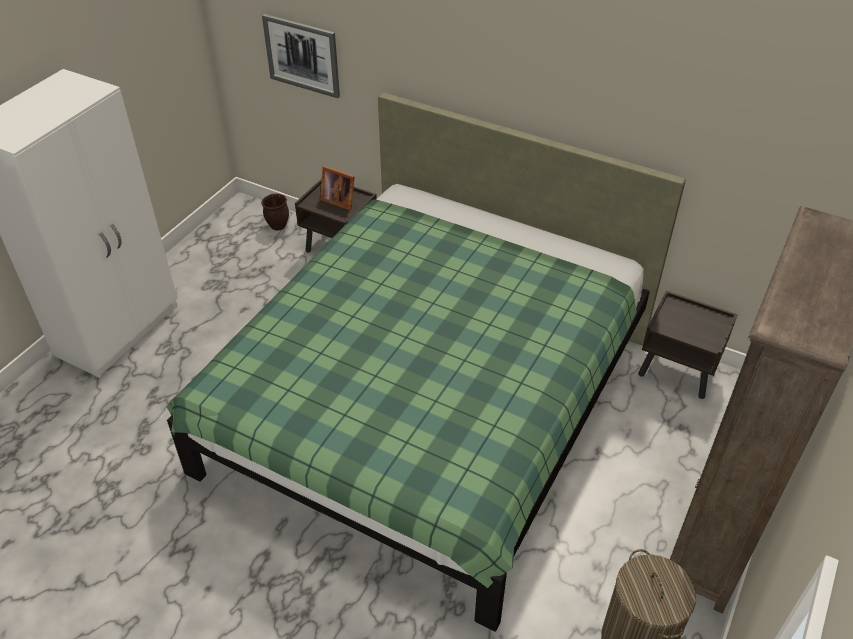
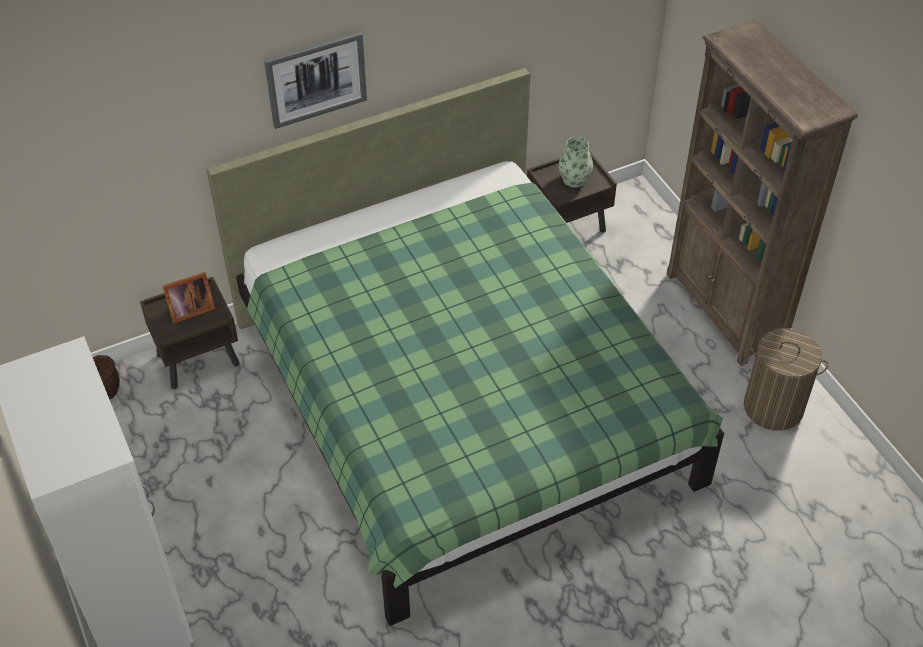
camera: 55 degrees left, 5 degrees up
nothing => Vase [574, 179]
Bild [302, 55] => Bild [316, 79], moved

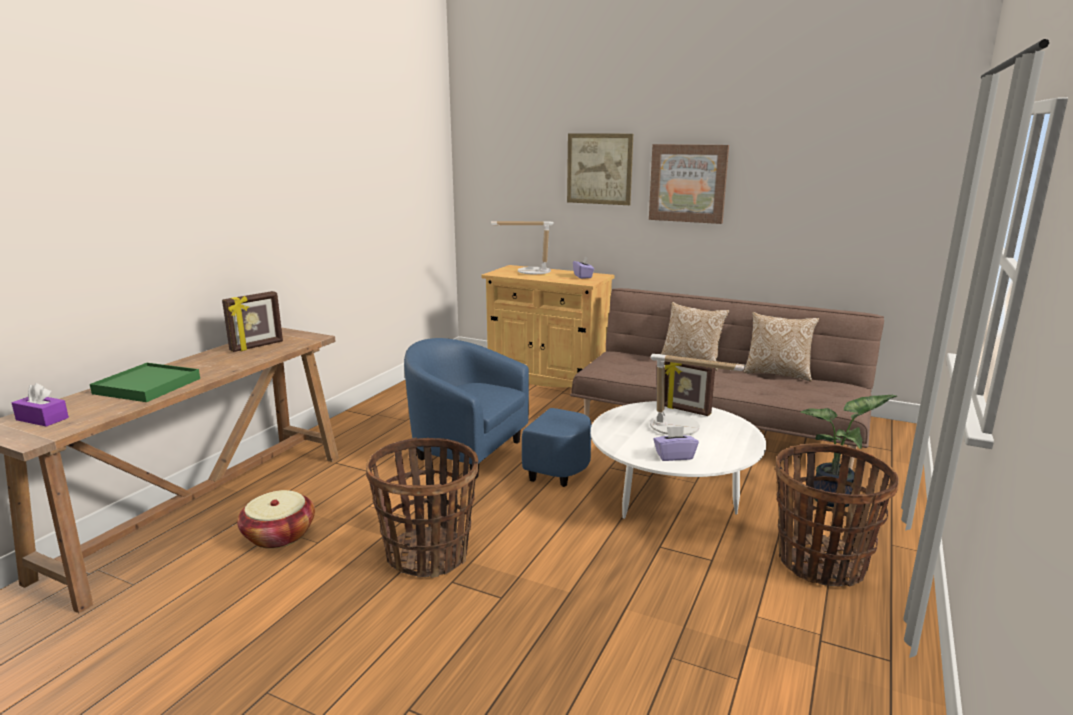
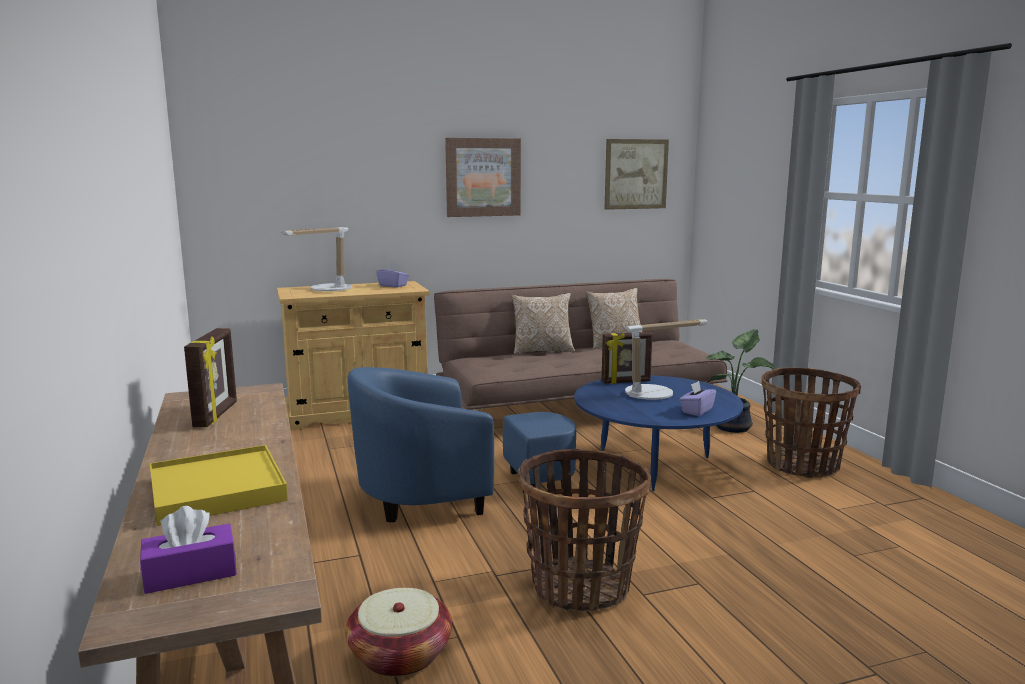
camera: 45 degrees left, 5 degrees down
Bild [599, 169] => Bild [636, 174], moved
Tablett/grün [148, 386] => Tablett/gelb [217, 489]
Couchtisch/weiß [672, 499] => Couchtisch/blau [654, 465]

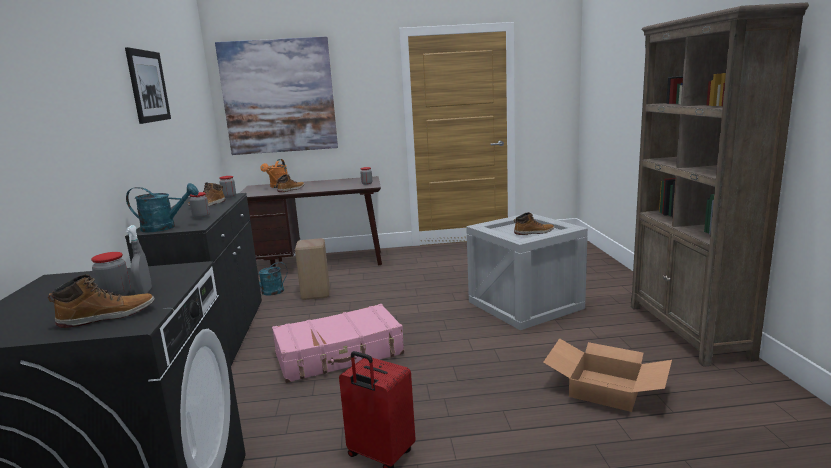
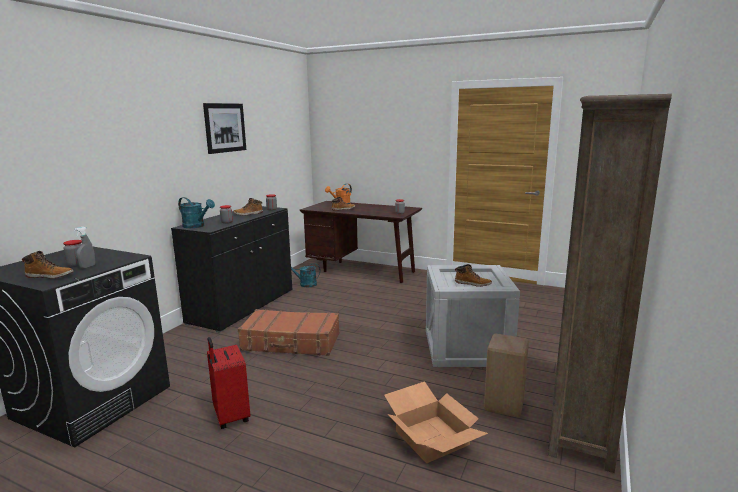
camera: 30 degrees right, 0 degrees up
Bild [279, 96] => nothing
Hocker/beige [315, 295] => Hocker/beige [502, 406], moved
Koffer/rosa [340, 355] => Koffer/braun [291, 342]

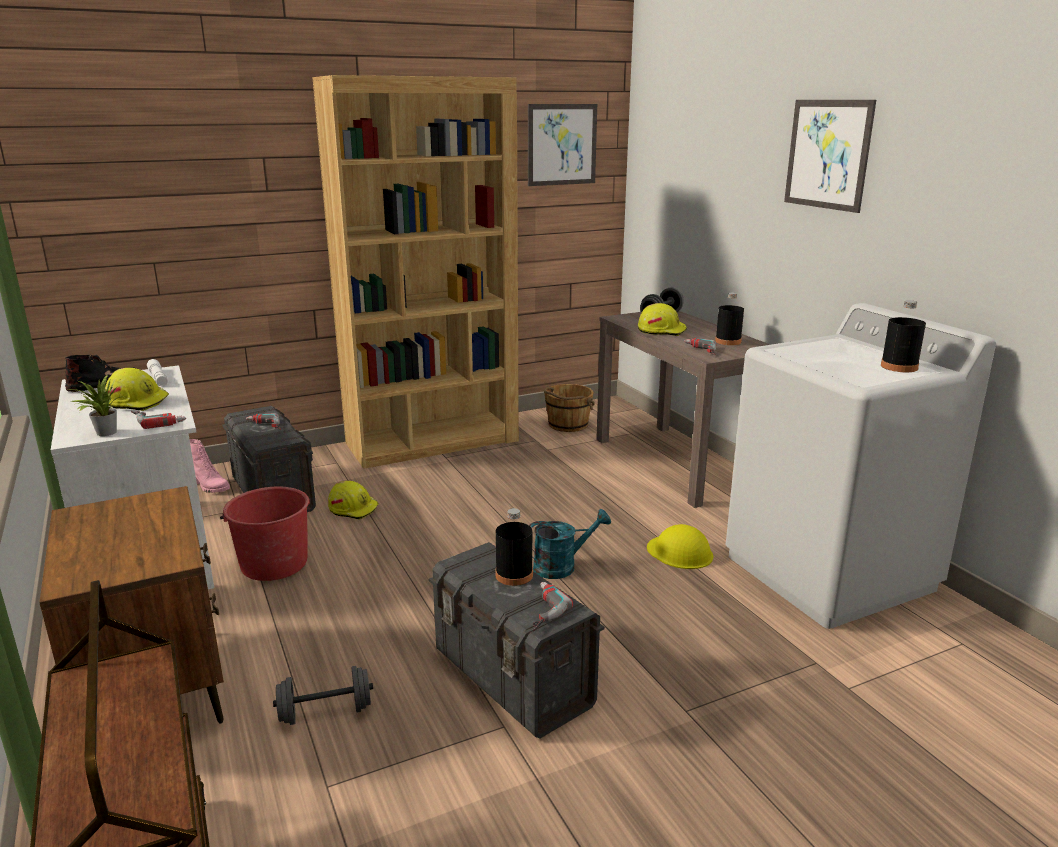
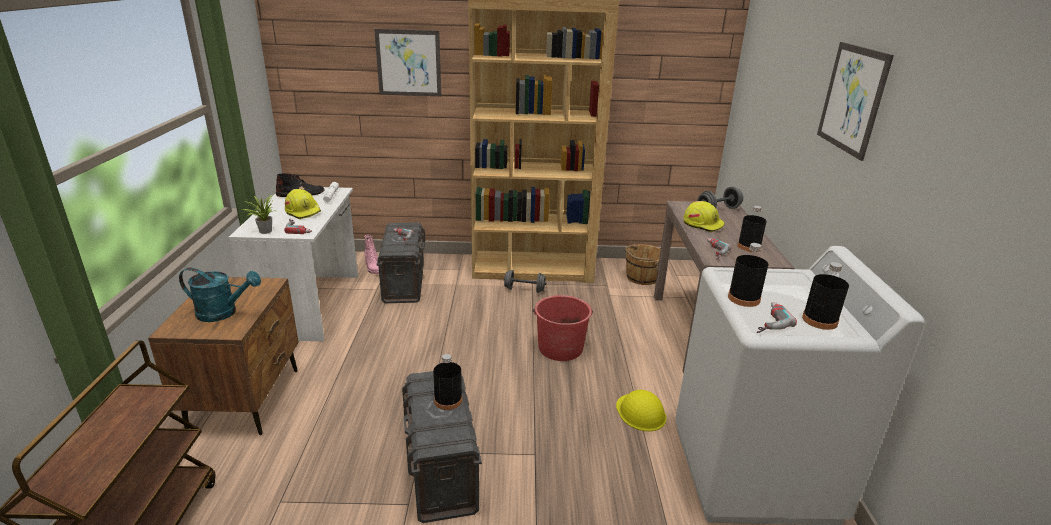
camera: 25 degrees right, 5 degrees up
Schutzhelm/gelb [353, 508] => nothing
nothing => Flasche/schwarz [744, 298]
Eimer/rot [274, 563] => Eimer/rot [560, 348], moved
Hantel/grau [325, 712] => Hantel/grau [524, 290], moved
Bild [562, 144] => Bild [408, 63], moved
Gießkanne/türkis [562, 566] => Gießkanne/türkis [223, 313], moved
Bohrmaschine [539, 610] => Bohrmaschine [765, 321], moved

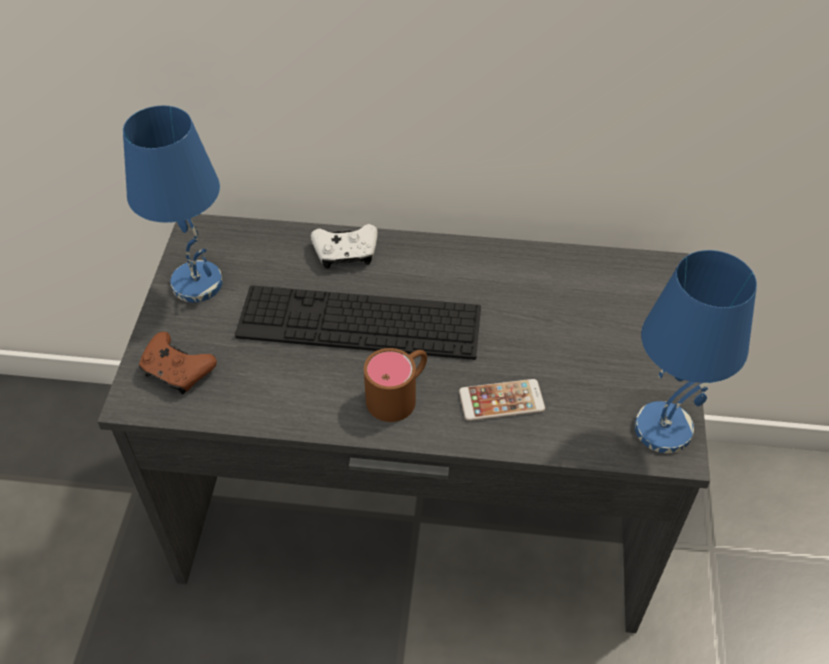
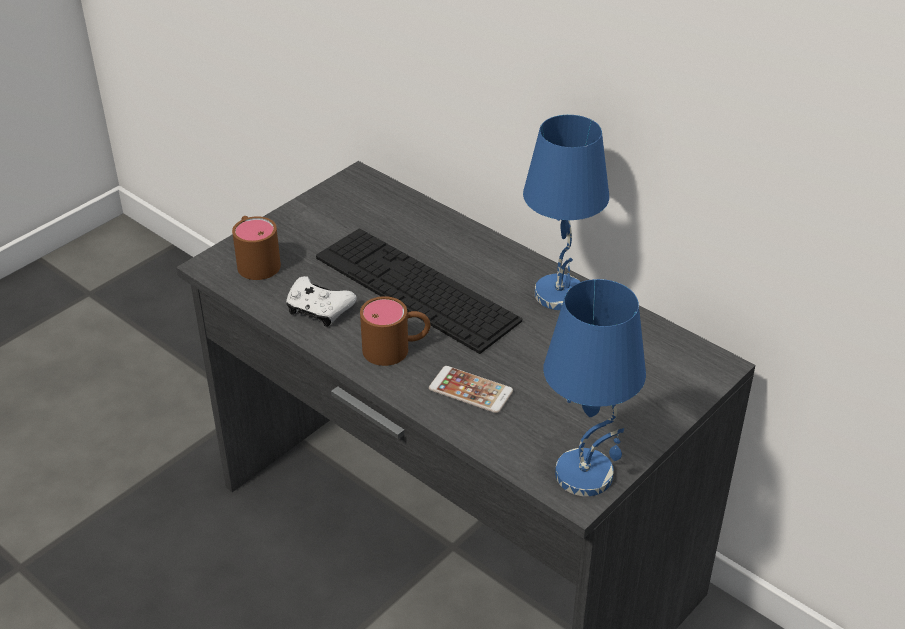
camera: 35 degrees right, 10 degrees down
Tischlampe/blau [199, 283] => Tischlampe/blau [560, 295], moved
Gamepad/weiß [346, 253] => Gamepad/weiß [318, 310], moved
Gamepad/braun [177, 371] => Henkelbecher/braun [255, 260]

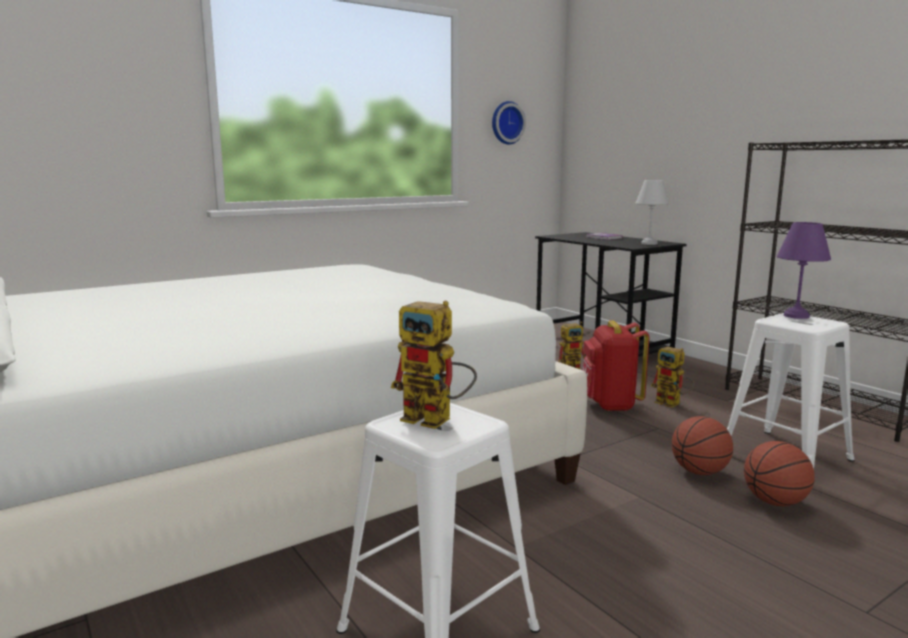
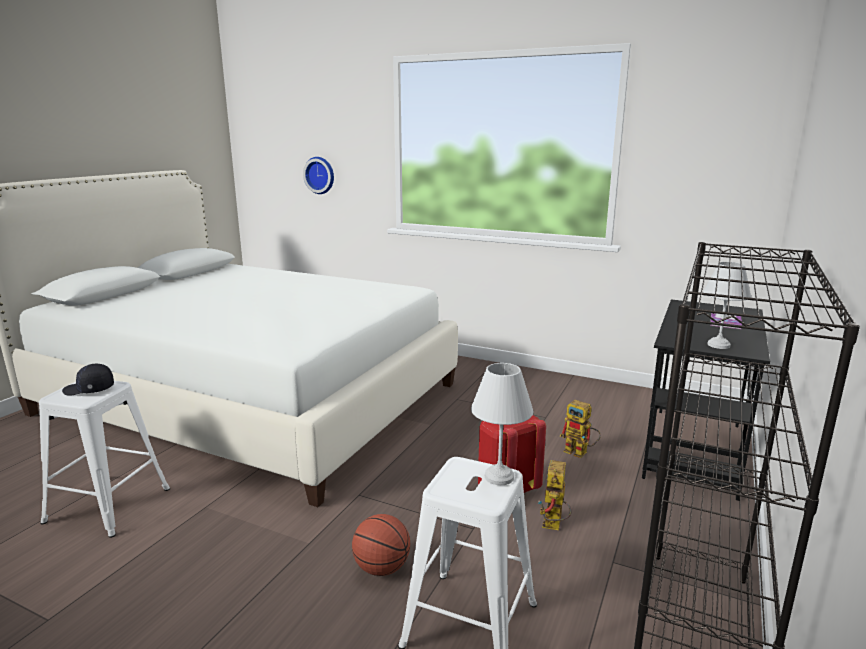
camera: 60 degrees right, 5 degrees up
Basketball [774, 502] => nothing
Wanduhr [506, 123] => Wanduhr [320, 175], moved
Spielzeugroboter [437, 420] => Kappe/schwarz [89, 389]
Tischlampe/lila [795, 316] => Tischlampe/weiß [499, 476]

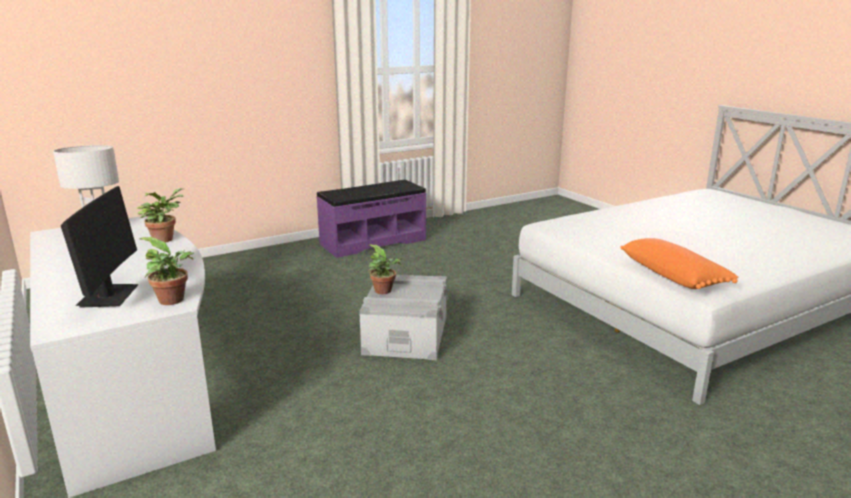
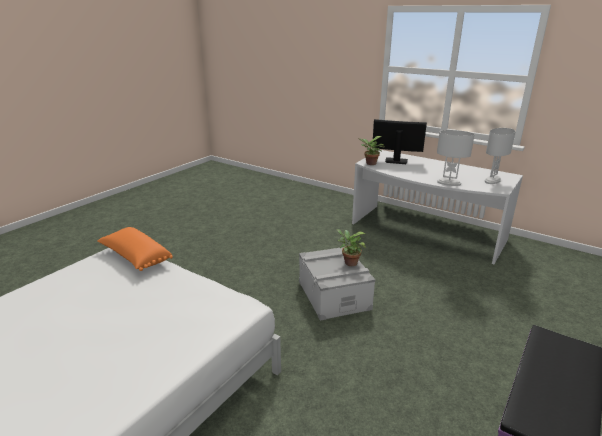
camera: 155 degrees right, 5 degrees up
Topfpflanze [164, 239] => Tischlampe/weiß [448, 183]
Monitor [109, 296] => Monitor [396, 161], 135 degrees clockwise

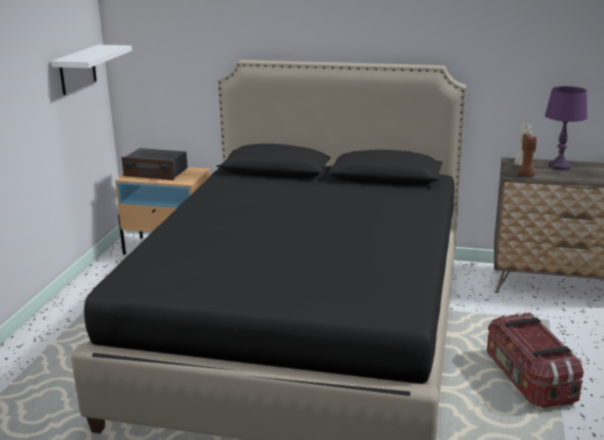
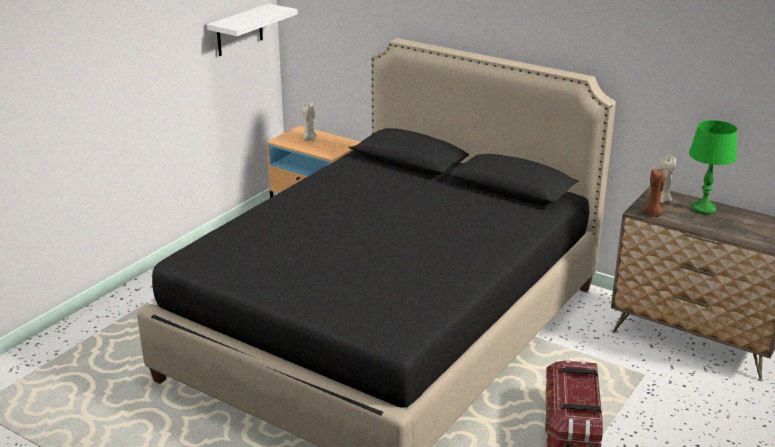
camera: 20 degrees right, 5 degrees up
Radio [156, 172] => Kerze/beige [309, 139]
Tischlampe/lila [559, 166] => Tischlampe/grün [703, 208]

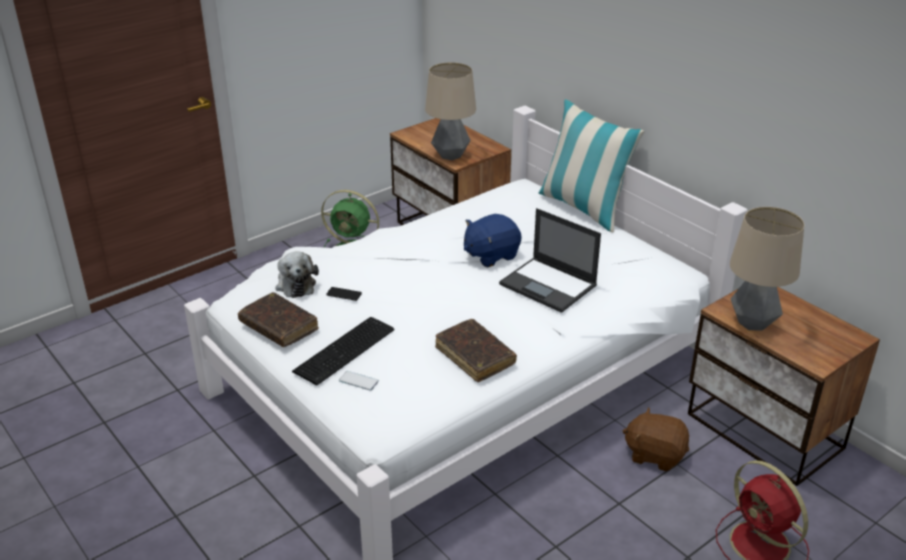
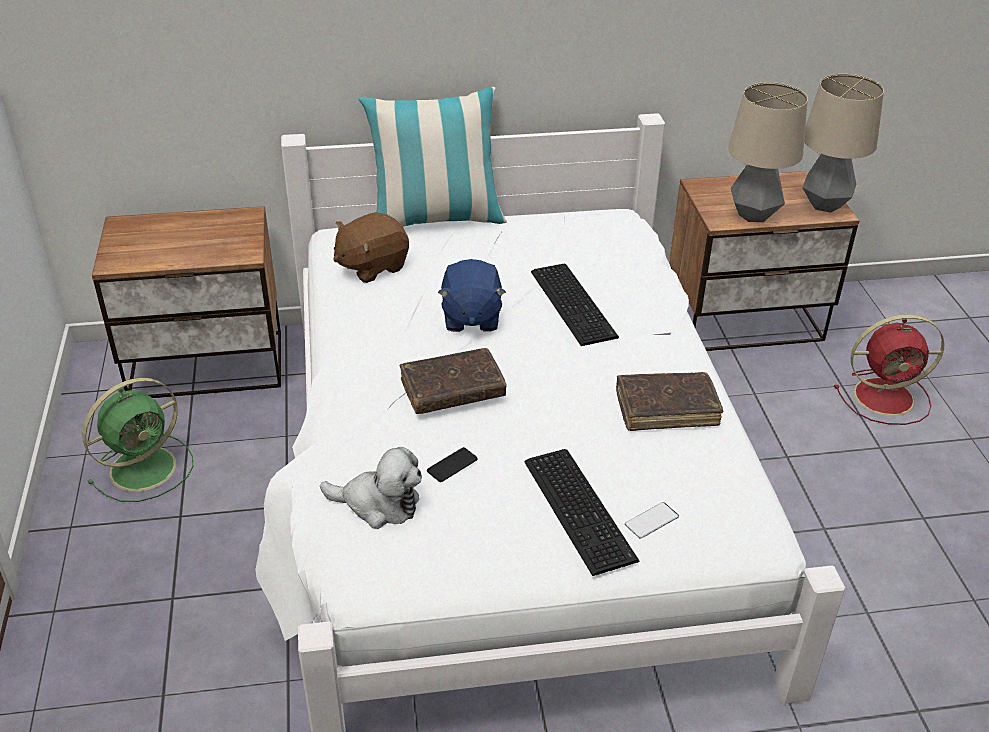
camera: 60 degrees left, 5 degrees up
Buch/braun [279, 327] => Buch/braun [452, 390], moved
Tischlampe [450, 155] => Tischlampe [825, 205], moved
Plüschtier/braun [655, 454] => Plüschtier/braun [371, 266], moved
Laptop [549, 285] => Tastatur [574, 302]

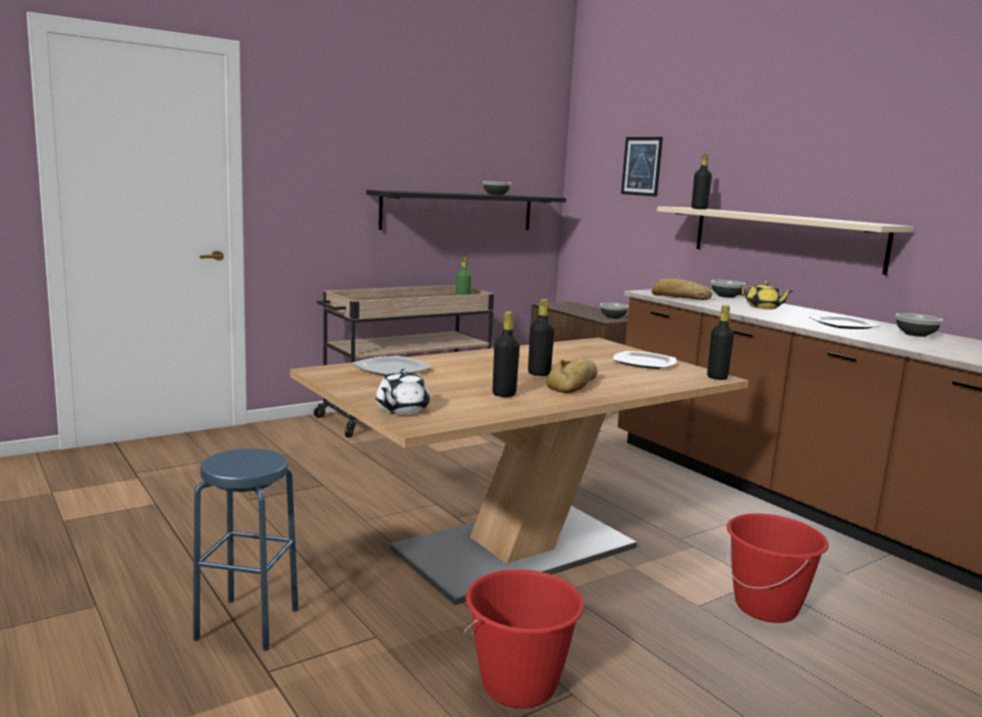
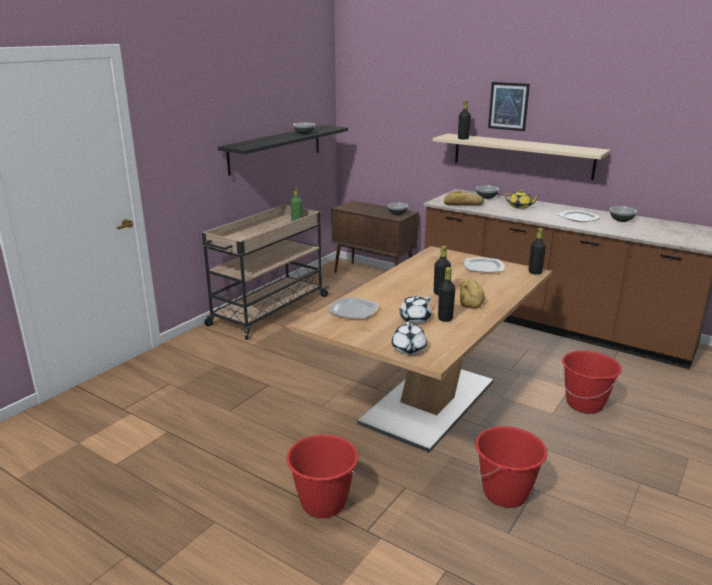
camera: 20 degrees left, 10 degrees up
nothing => Teekanne/weiß [414, 319]
Bild [641, 166] => Bild [508, 106], moved
Hocker/blau [247, 624] => Eimer/rot [323, 503]

